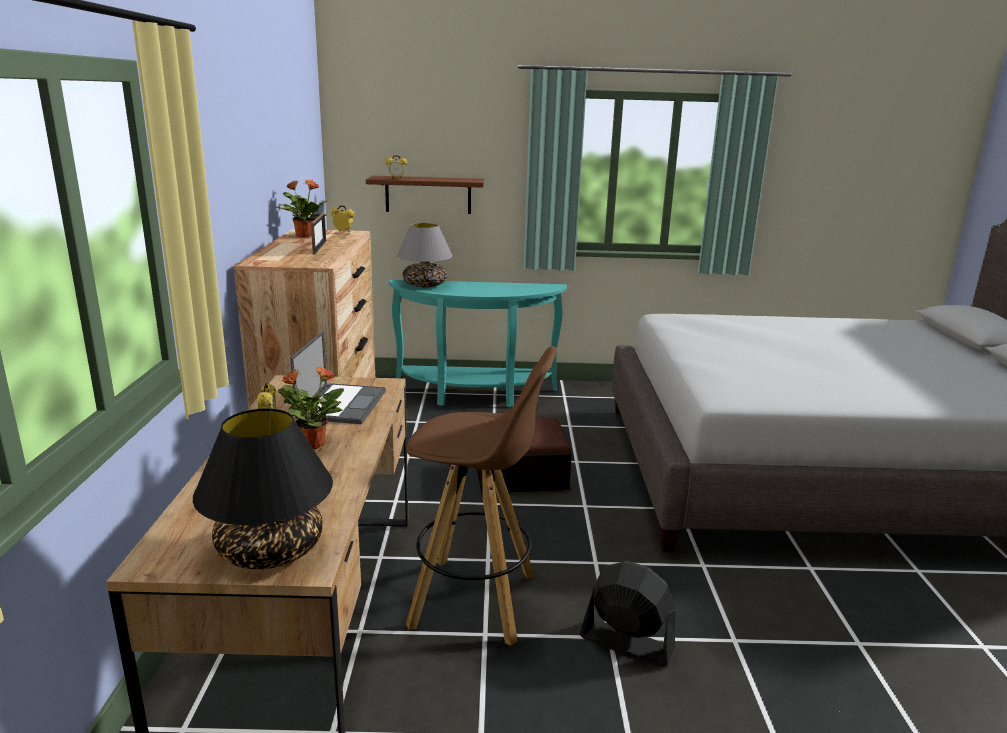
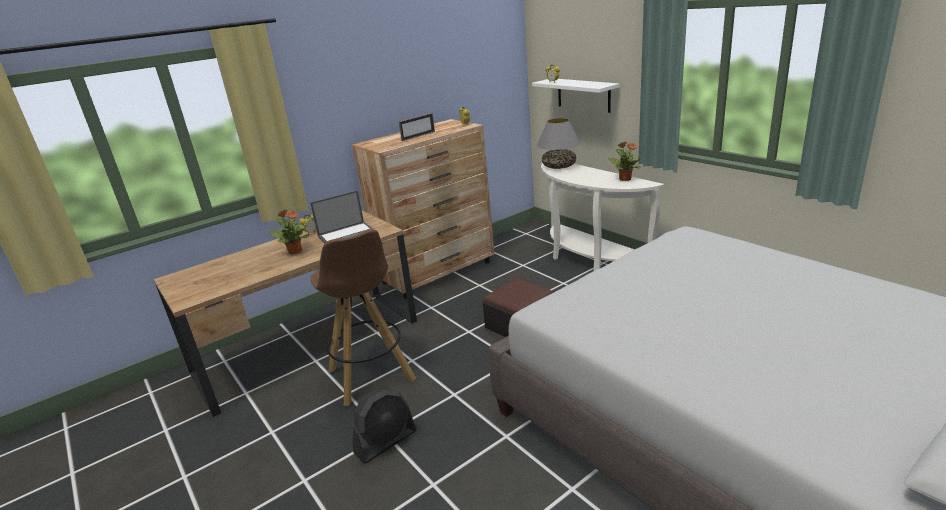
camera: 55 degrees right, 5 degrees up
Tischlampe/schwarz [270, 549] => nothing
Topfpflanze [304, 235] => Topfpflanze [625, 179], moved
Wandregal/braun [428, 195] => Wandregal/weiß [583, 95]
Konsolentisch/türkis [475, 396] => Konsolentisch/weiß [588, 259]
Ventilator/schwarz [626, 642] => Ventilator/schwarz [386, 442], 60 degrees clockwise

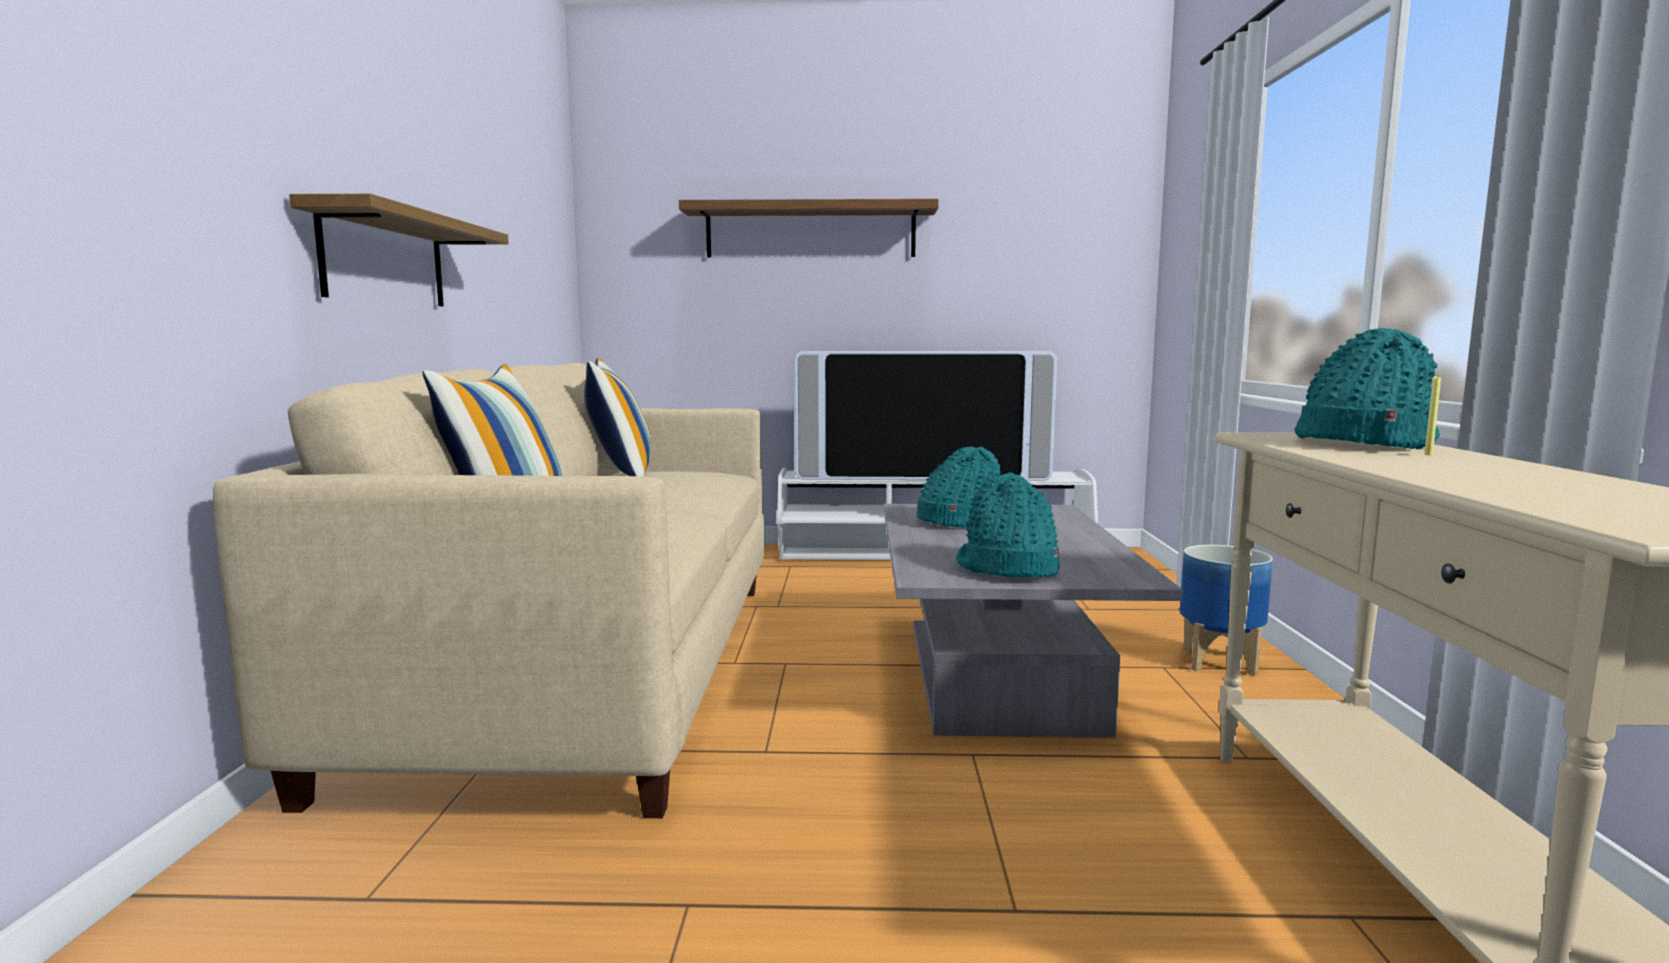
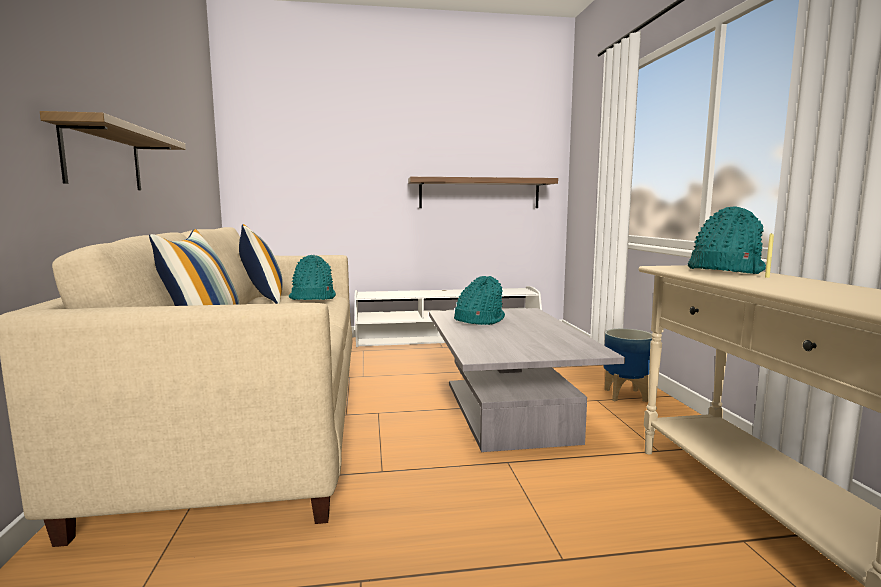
camera: 10 degrees left, 0 degrees up
Fernseher [922, 478] => nothing
Wandregal [810, 231] => Wandregal [479, 193], moved
Hut/türkis [1007, 568] => Hut/türkis [312, 298], moved

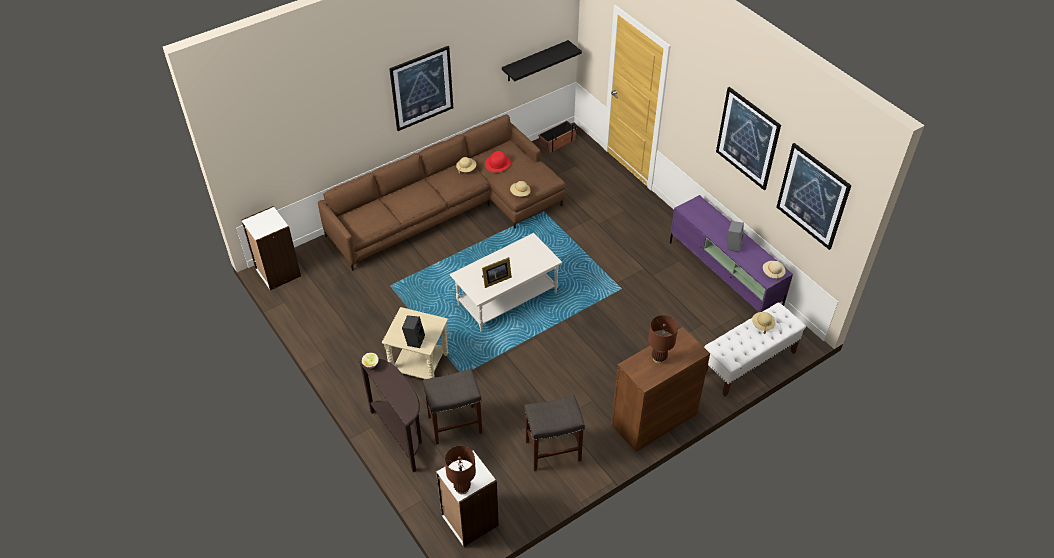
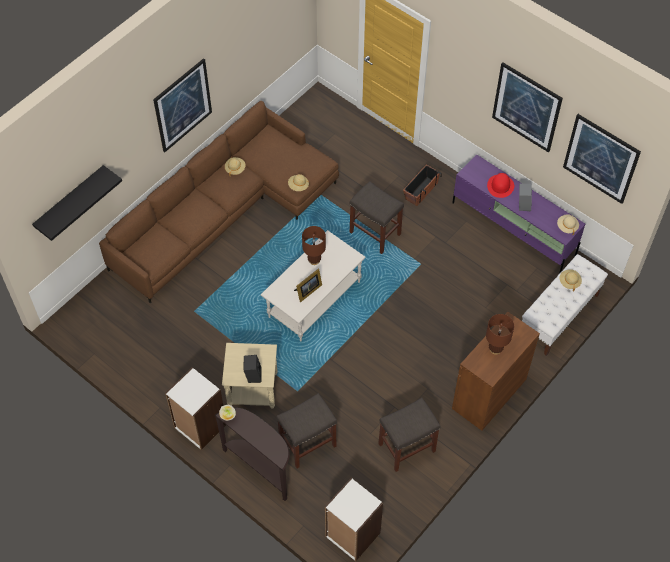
camera: 15 degrees left, 10 degrees up
nothing => Hocker/grau [376, 233]
Bücherregal/weiß [277, 273] => Bücherregal/weiß [199, 426], moved
Tischlampe/braun [462, 488] => Tischlampe/braun [314, 260], moved
Hut/rot [497, 163] => Hut/rot [500, 186], moved
Wandregal/schwarz [535, 61] => Wandregal/schwarz [70, 200], moved
Pflanzkübel [557, 143] => Pflanzkübel [421, 191], moved

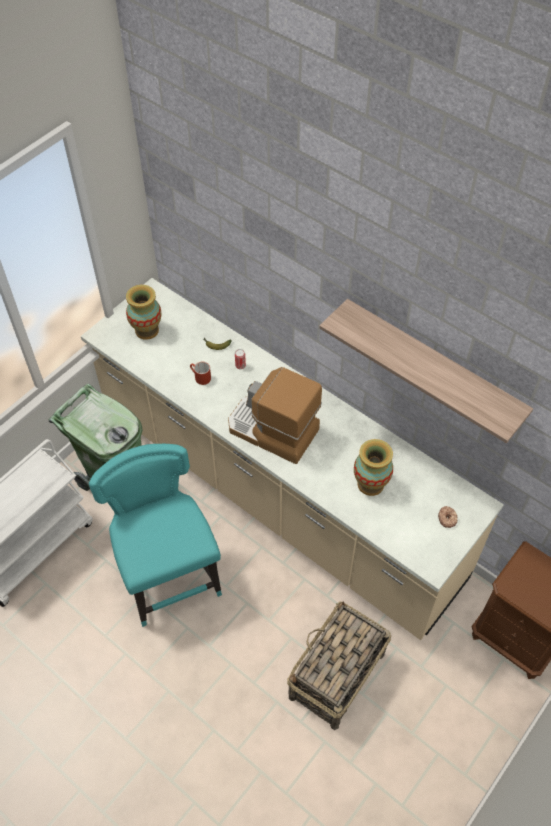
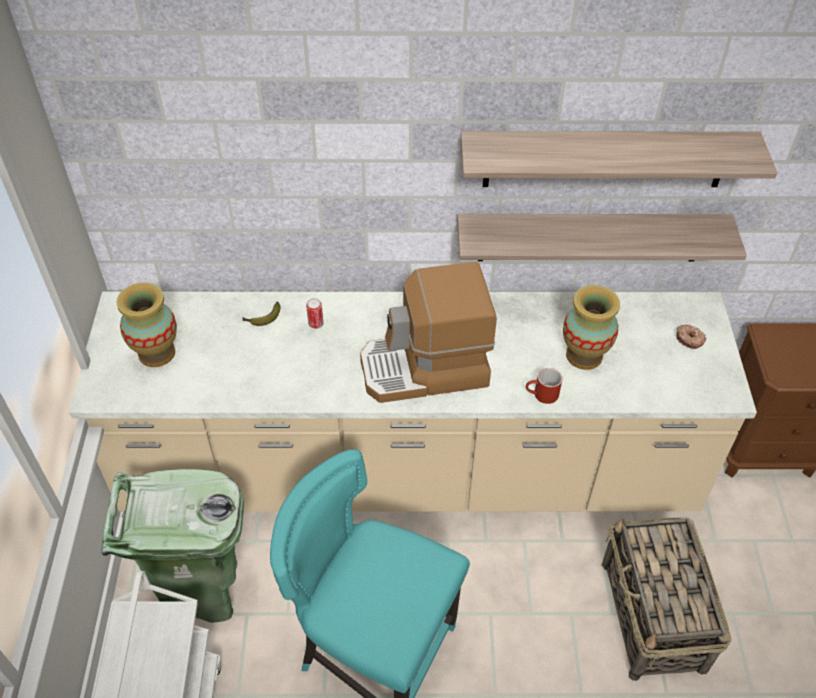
camera: 40 degrees left, 5 degrees down
nothing => Wandregal [590, 237]
Henkelbecher/rot [200, 377] => Henkelbecher/rot [541, 395], moved

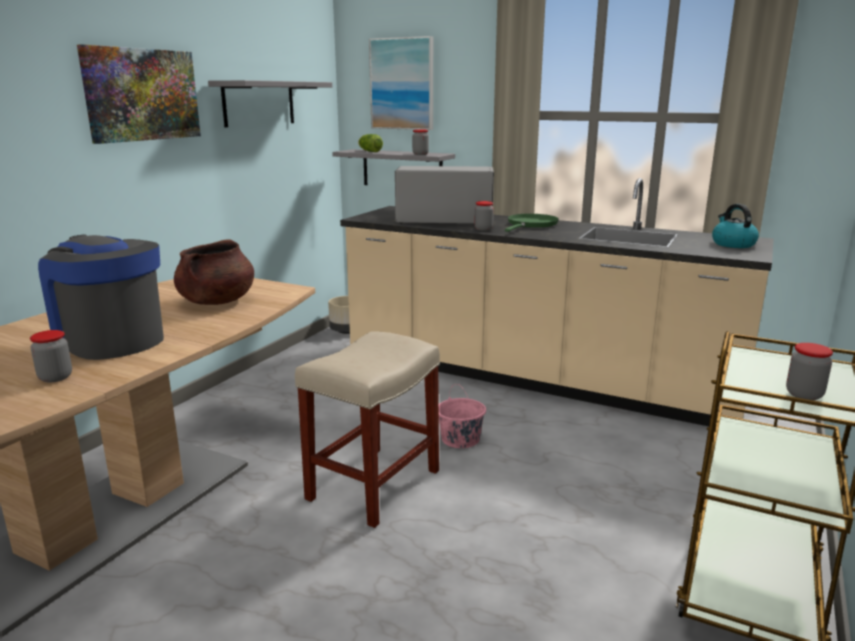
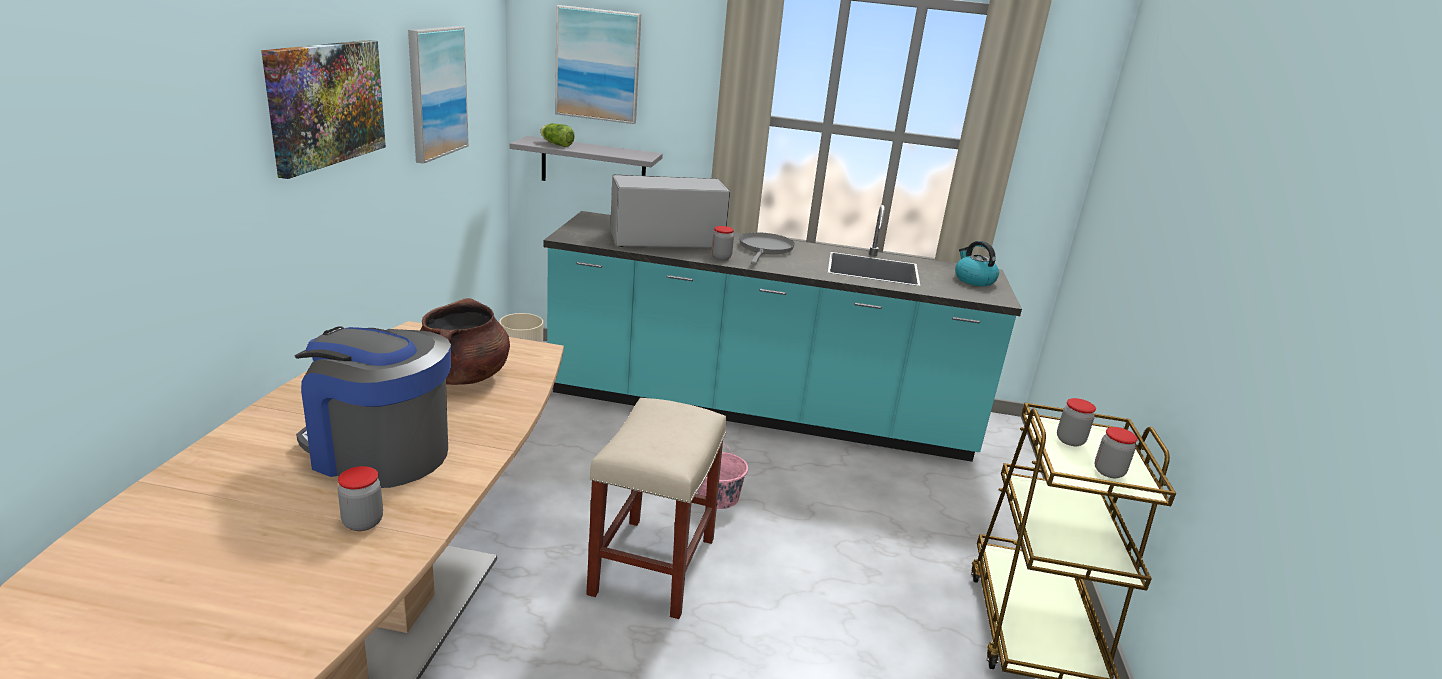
camera: 20 degrees left, 5 degrees up
Vorratsglas [420, 154] => Vorratsglas [1070, 440], moved
Wandregal/grau [259, 103] => Bild [436, 92]
Küchenzeile/beige [533, 379] => Küchenzeile/türkis [760, 411]
Pfanne/grün [531, 225] => Pfanne/grau [765, 248]

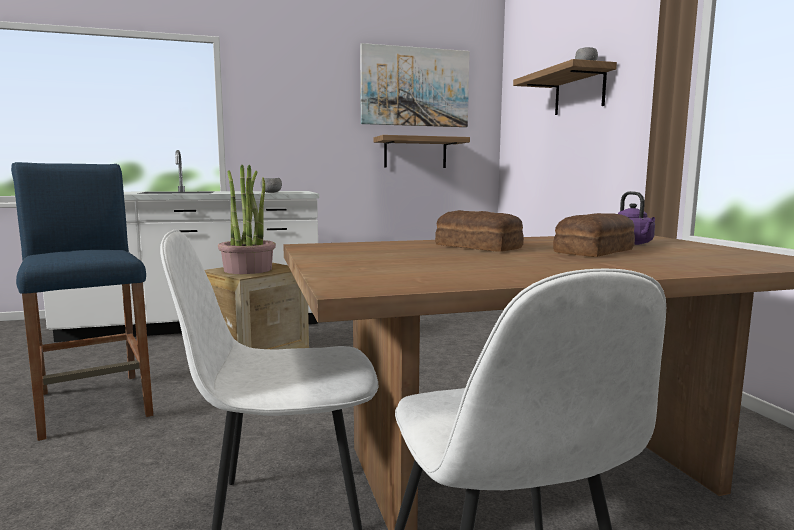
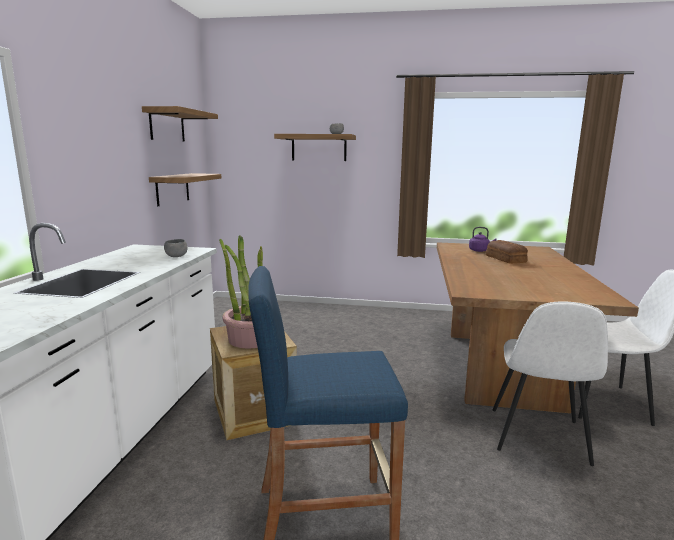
camera: 65 degrees left, 5 degrees up
Brot [478, 247] => nothing
Bild [415, 87] => Wandregal [167, 125]

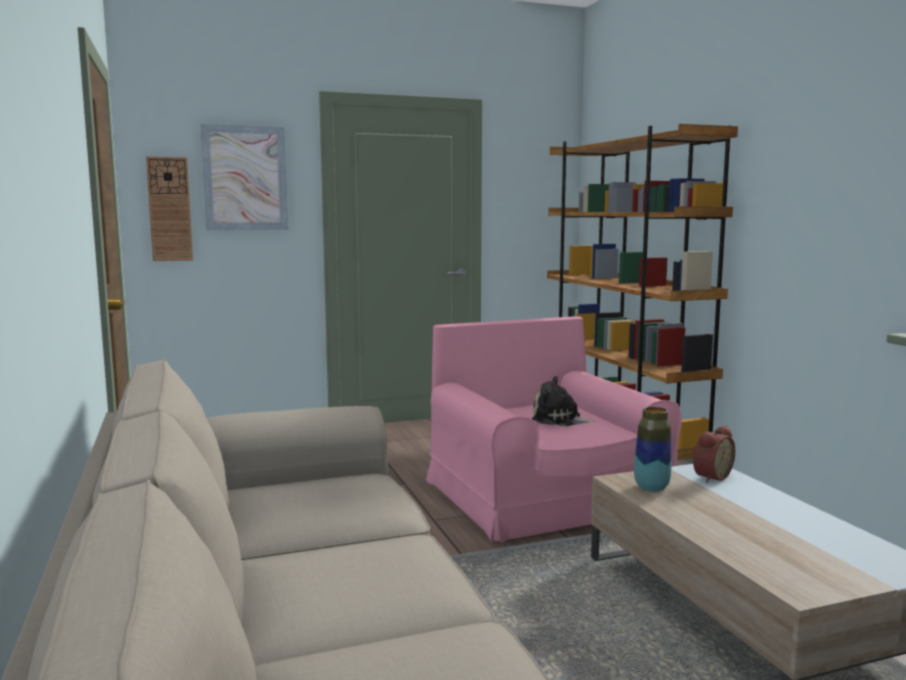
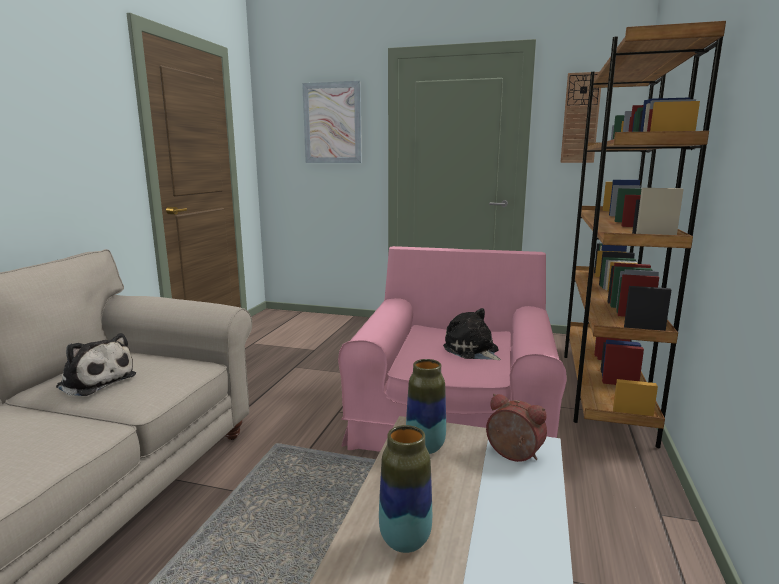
camera: 35 degrees right, 5 degrees up
nothing => Plüschtier [95, 381]
nothing => Vase [405, 540]
Wanduhr [170, 209] => Wanduhr [580, 118], moved
Wecker [710, 476] => Wecker [513, 456], 135 degrees counterclockwise

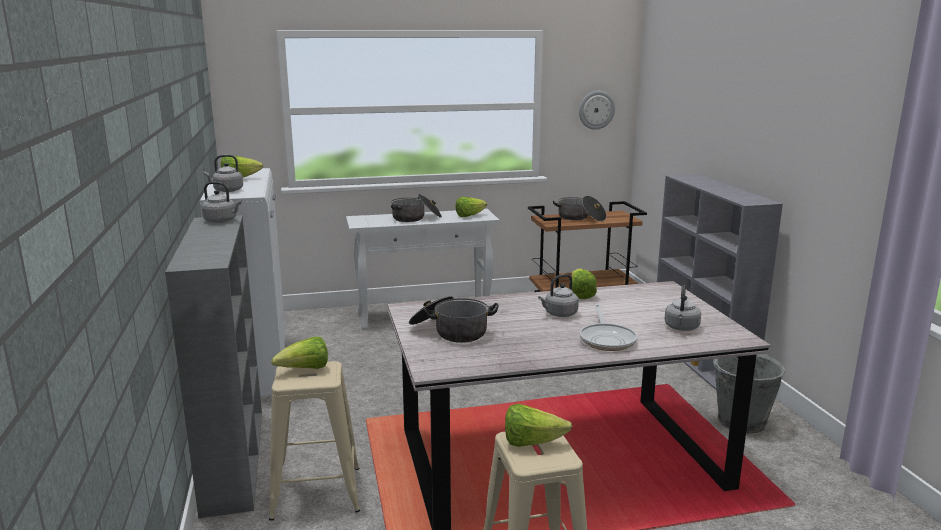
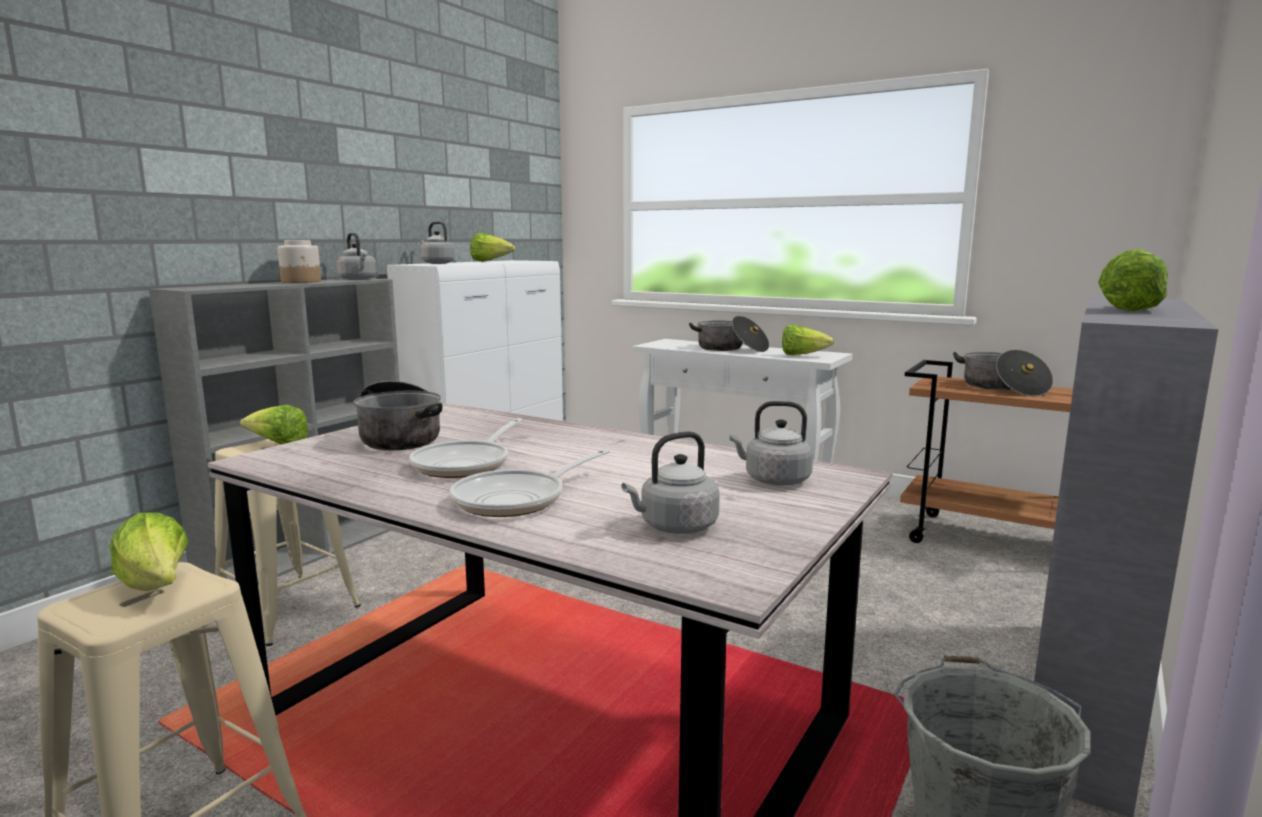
camera: 45 degrees right, 5 degrees down
Wanduhr [596, 110] => nothing
nothing => Vorratsglas [301, 281]
nothing => Pfanne [466, 464]
Wasserkessel/grau [559, 314] => Wasserkessel/grau [773, 480], moved
Salatkopf [580, 294] => Salatkopf [1132, 309], moved

